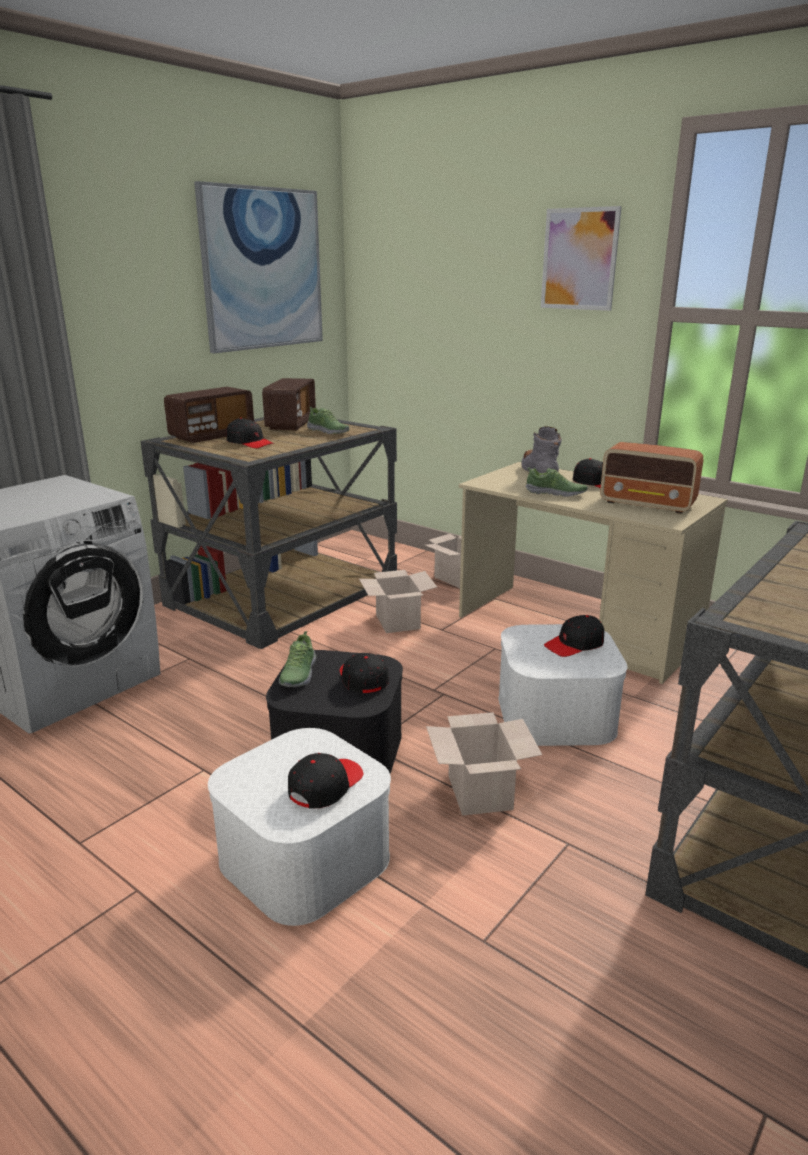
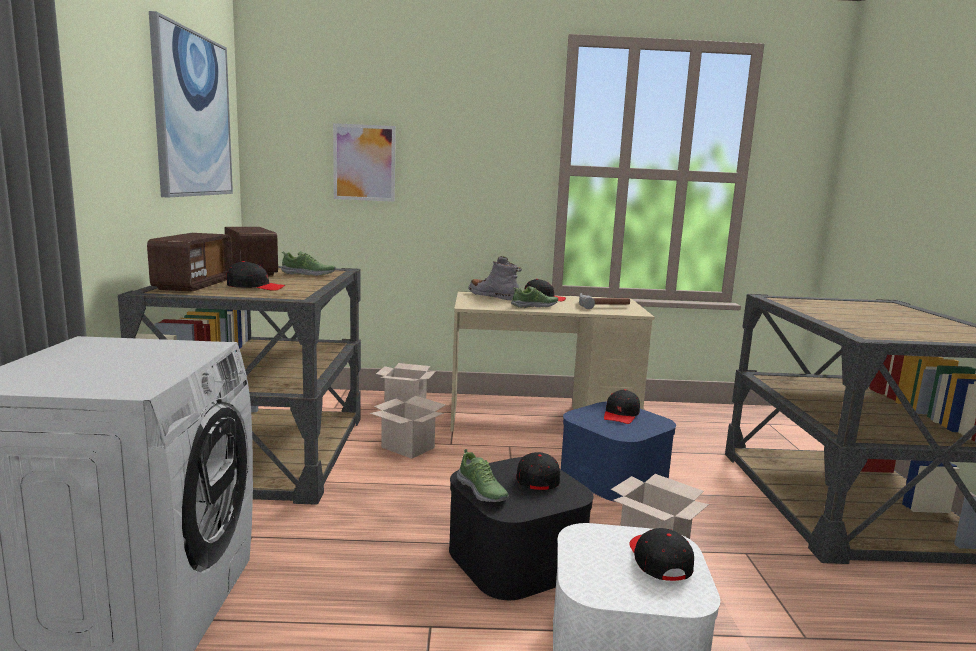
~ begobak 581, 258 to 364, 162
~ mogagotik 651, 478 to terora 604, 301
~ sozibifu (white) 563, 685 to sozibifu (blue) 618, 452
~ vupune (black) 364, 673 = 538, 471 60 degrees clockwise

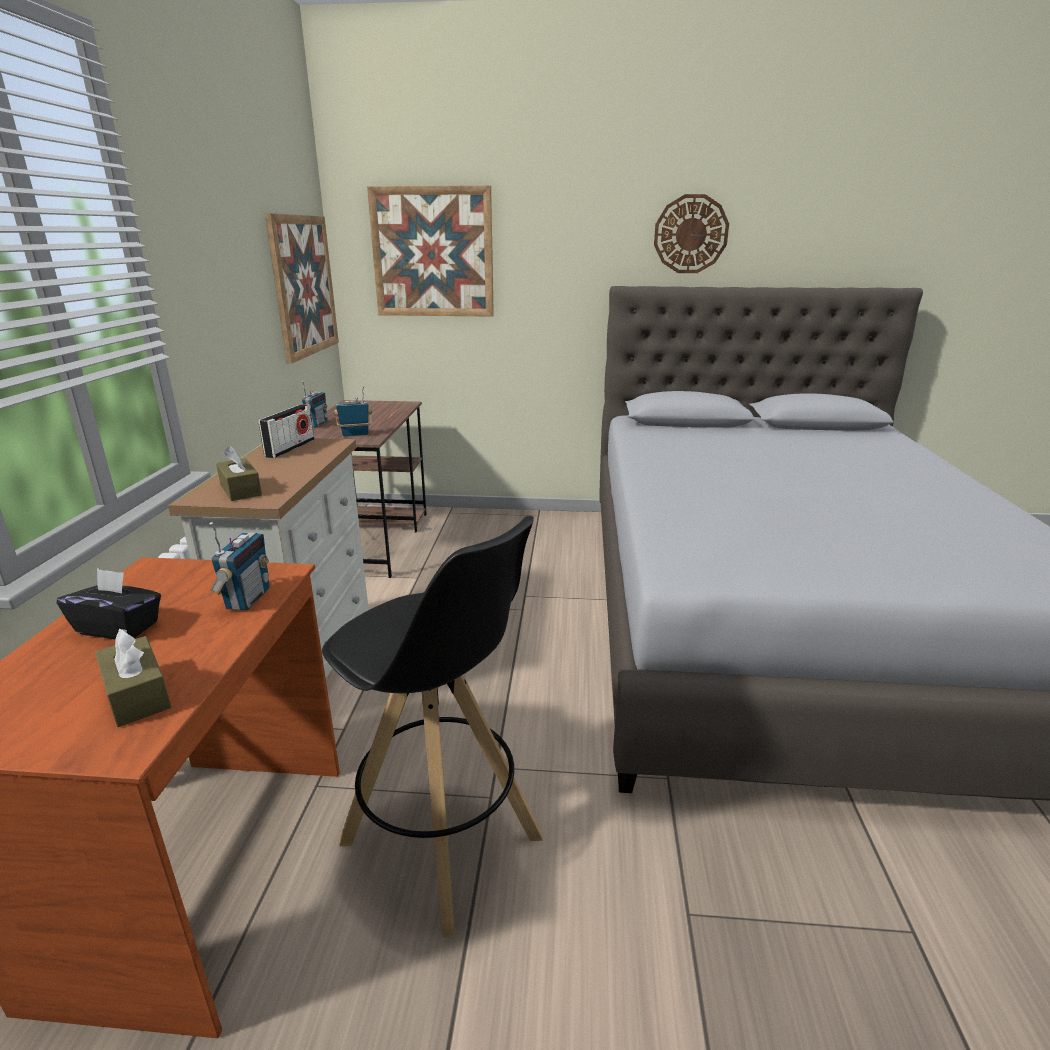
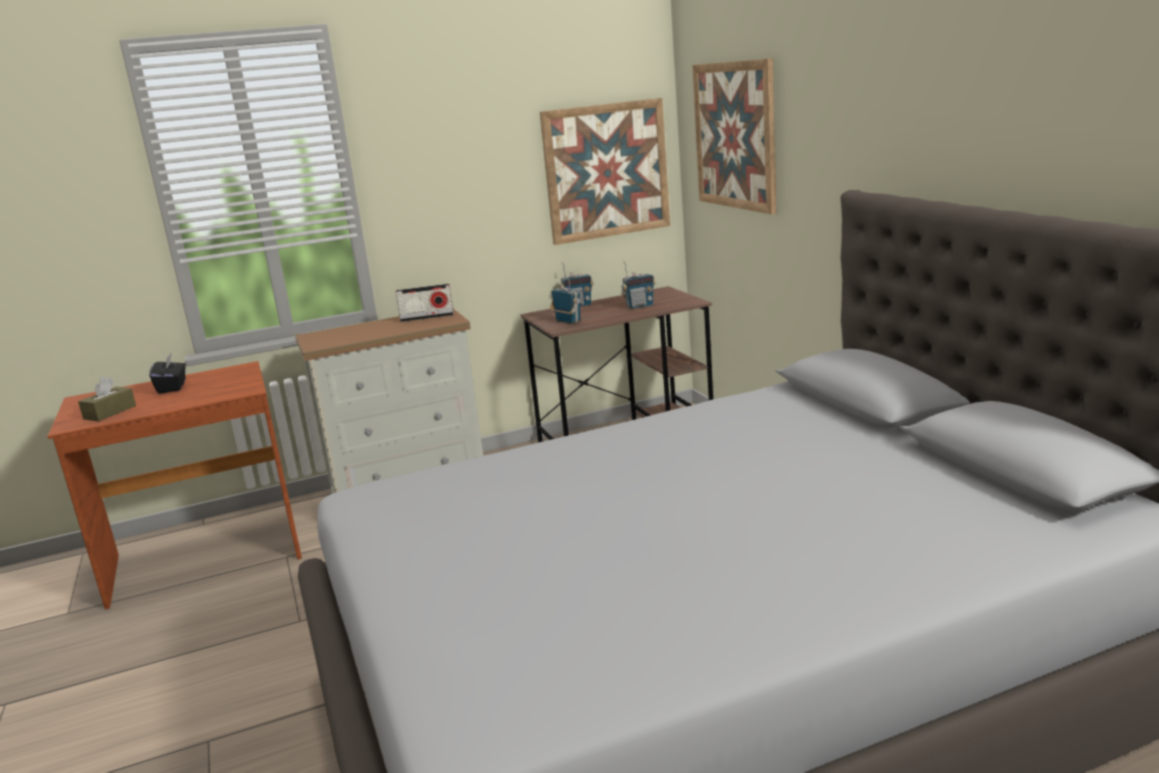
- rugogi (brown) 239, 473
- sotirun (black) 432, 726
- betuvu 691, 233
~ mogagotik 240, 566 to 638, 285

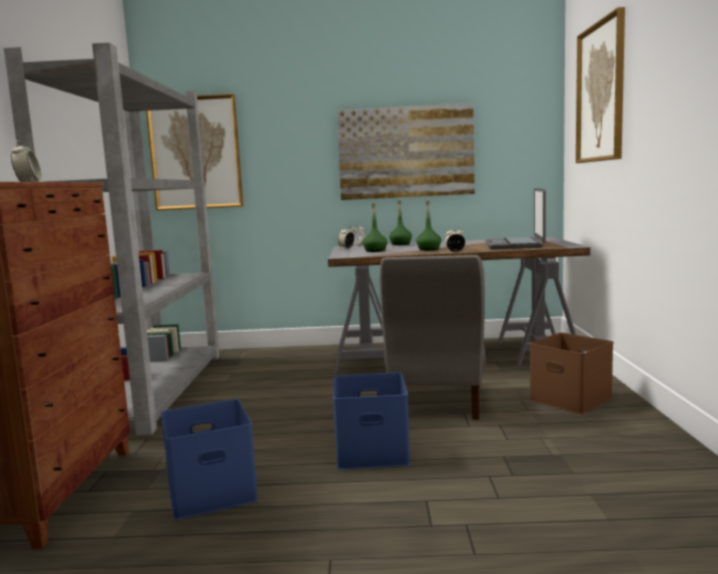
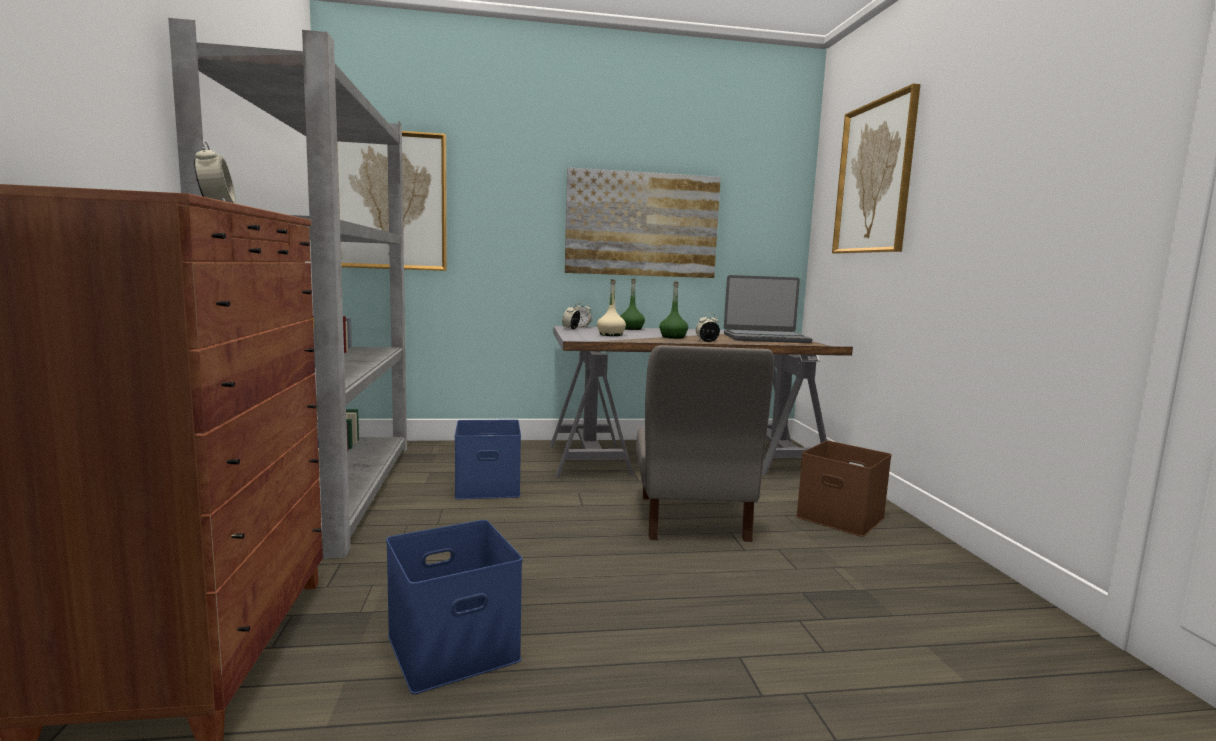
~ sozibifu (blue) 372, 420 to 488, 459
~ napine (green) 375, 227 to napine (beige) 611, 307
~ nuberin 516, 218 = 768, 309 90 degrees counterclockwise

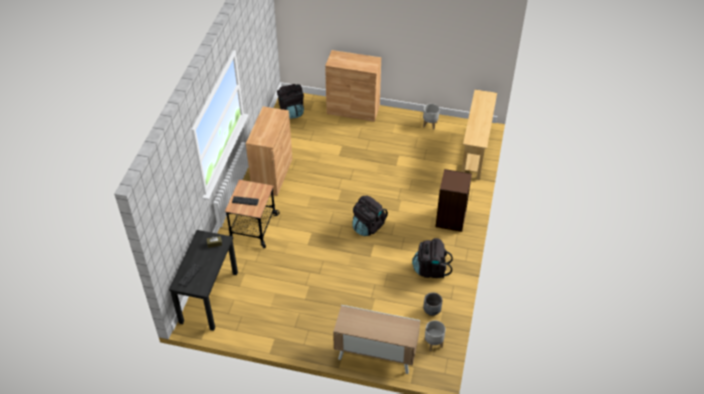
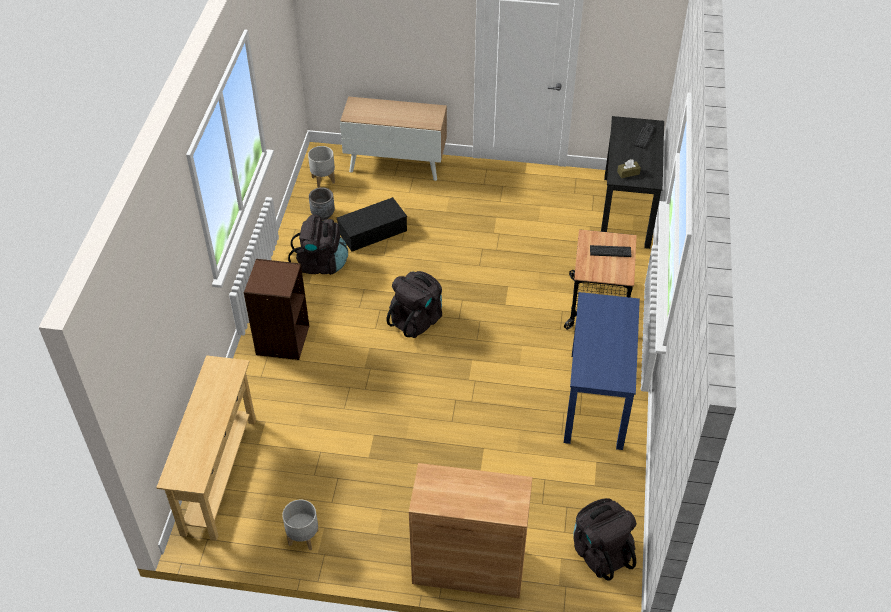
+ sozibifu (black) 372, 224
~ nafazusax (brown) 269, 151 to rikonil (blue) 602, 371

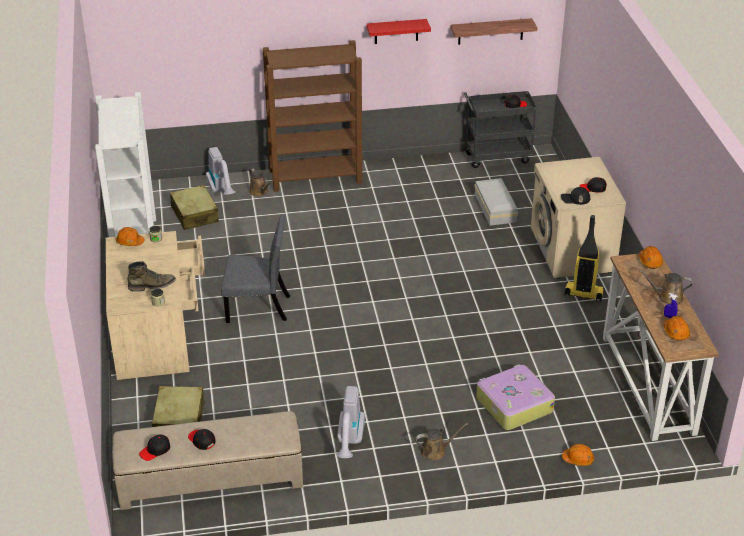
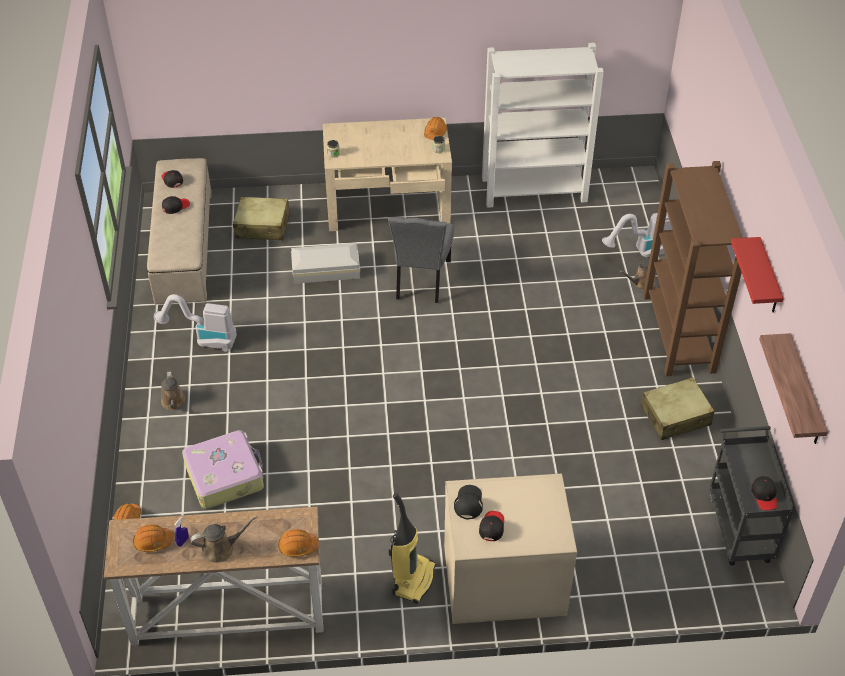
- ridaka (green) 152, 276
~ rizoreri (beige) 194, 207 to 678, 408
~ sozibifu (white) 496, 202 to 325, 263
~ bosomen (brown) 666, 287 = 224, 539 60 degrees clockwise

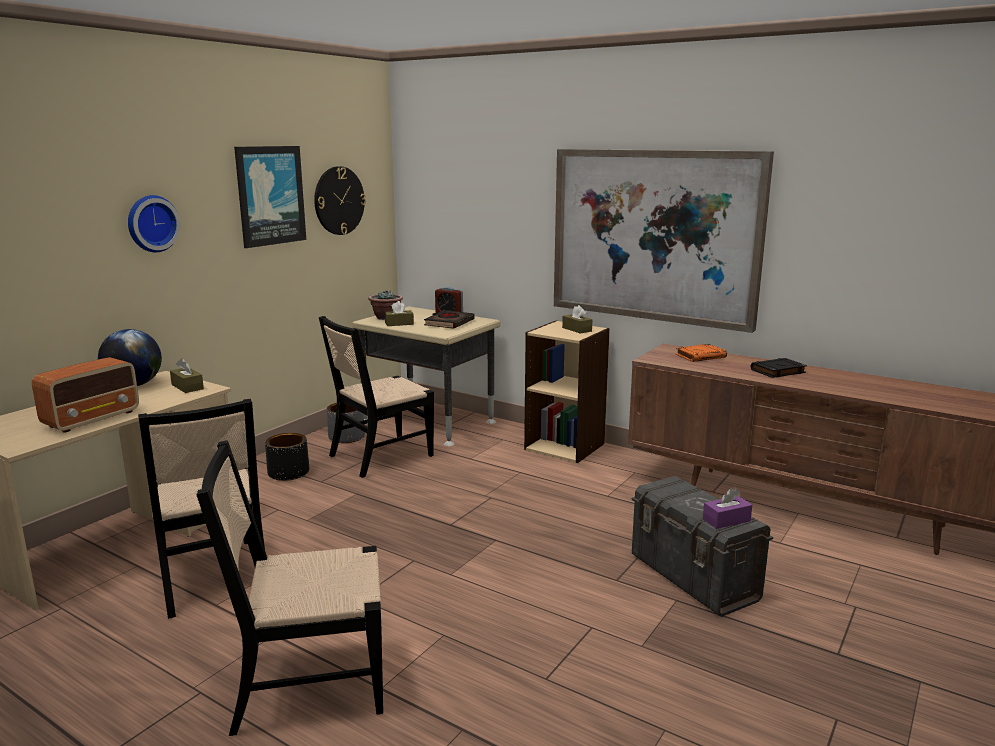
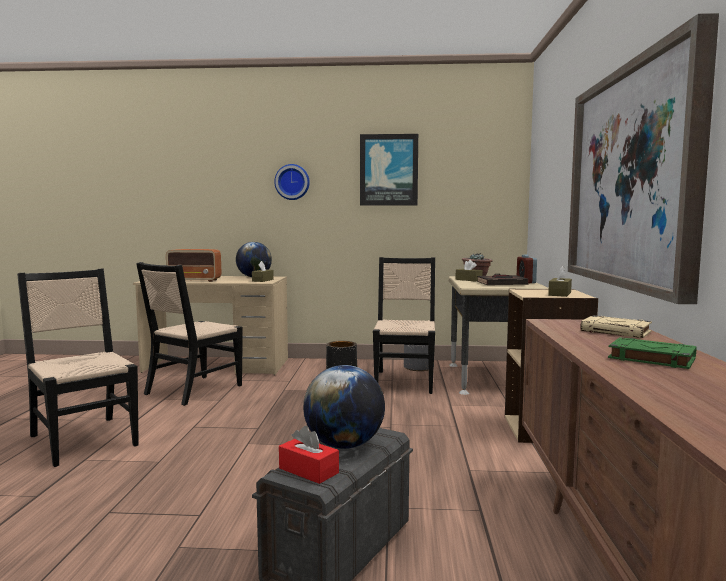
- betuvu 340, 200
+ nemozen 344, 407
~ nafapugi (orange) 701, 353 to nafapugi (beige) 616, 327
~ rugogi (purple) 727, 508 to rugogi (red) 309, 455
~ nafapugi (black) 779, 368 to nafapugi (green) 652, 353
~ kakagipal 376, 397 = 404, 325 75 degrees clockwise

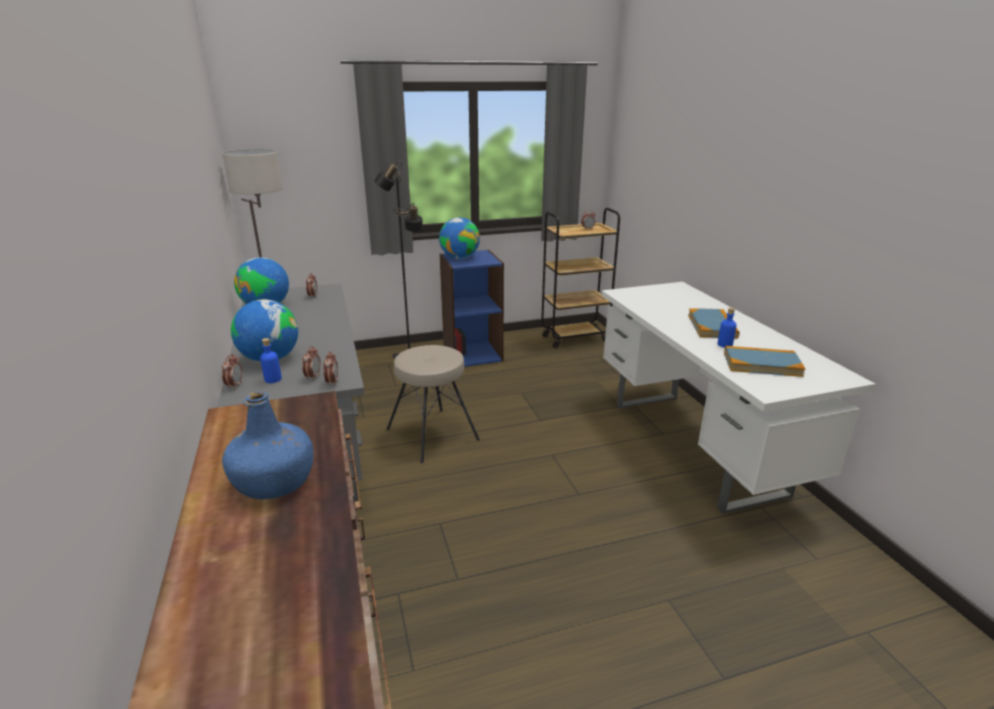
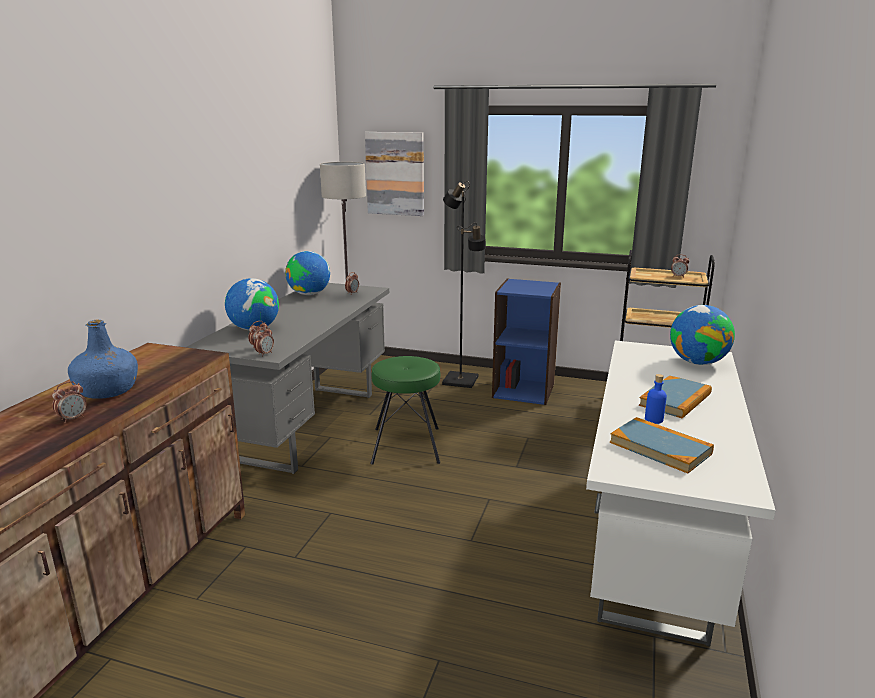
- napine (blue) 271, 360
+ begobak 394, 174
~ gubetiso 232, 371 to 69, 402
~ nemozen 459, 238 to 702, 335
~ sotirun (beige) 433, 404 to sotirun (green) 405, 410

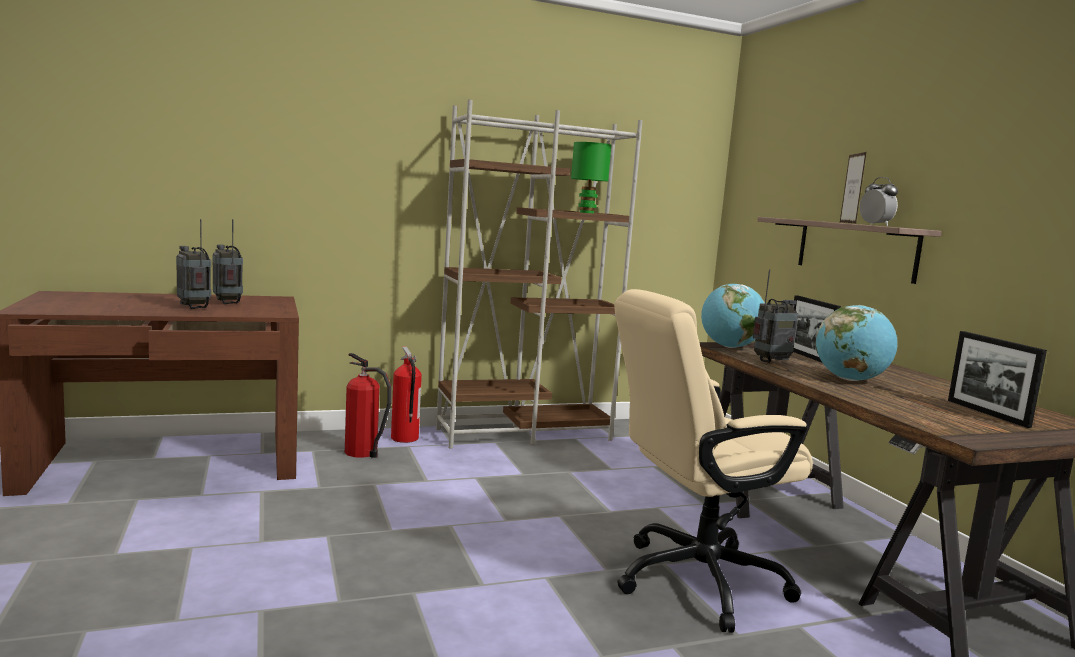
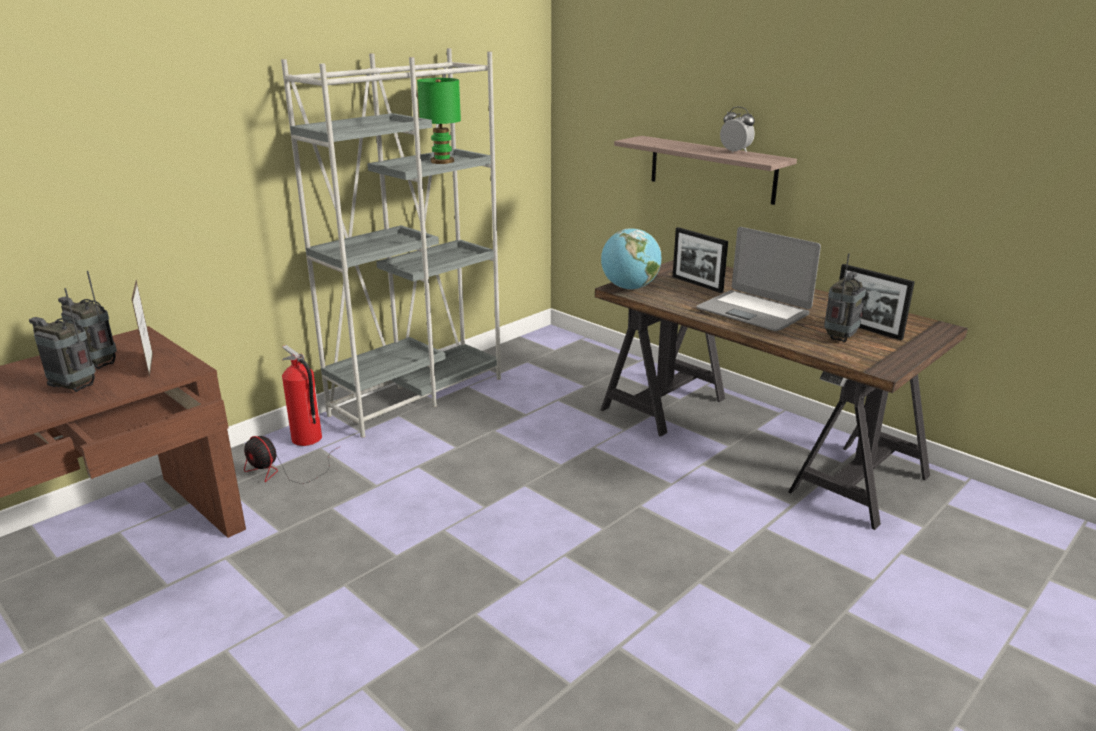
- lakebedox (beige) 713, 461
~ mogagotik 775, 316 to 845, 297
~ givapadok 853, 188 to 142, 329
~ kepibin 368, 405 to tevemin 292, 460
~ nemozen 857, 343 to nuberin 759, 279
~ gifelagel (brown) 539, 274 to gifelagel (grey) 391, 243

